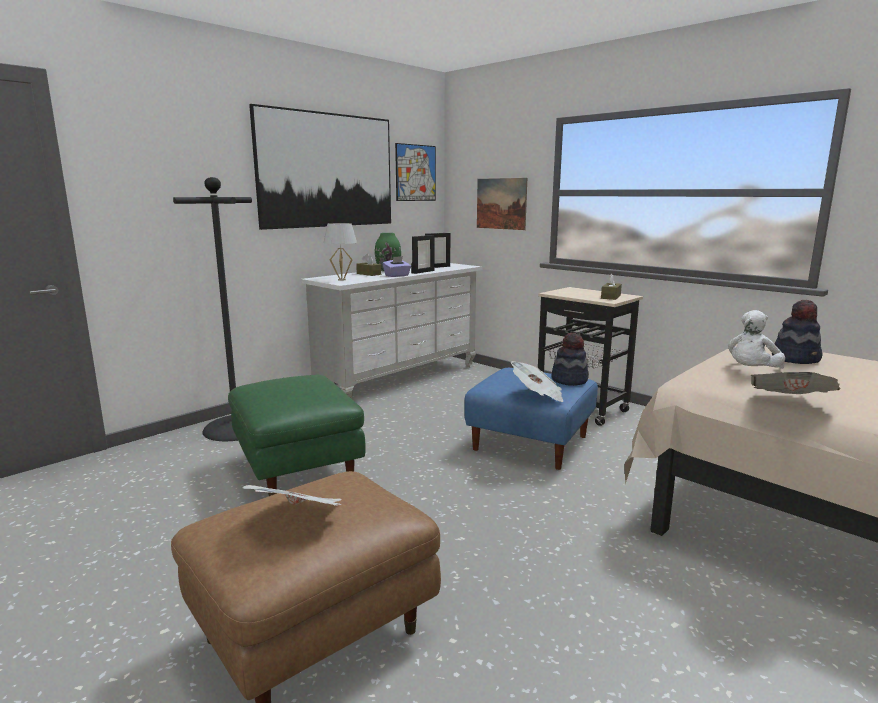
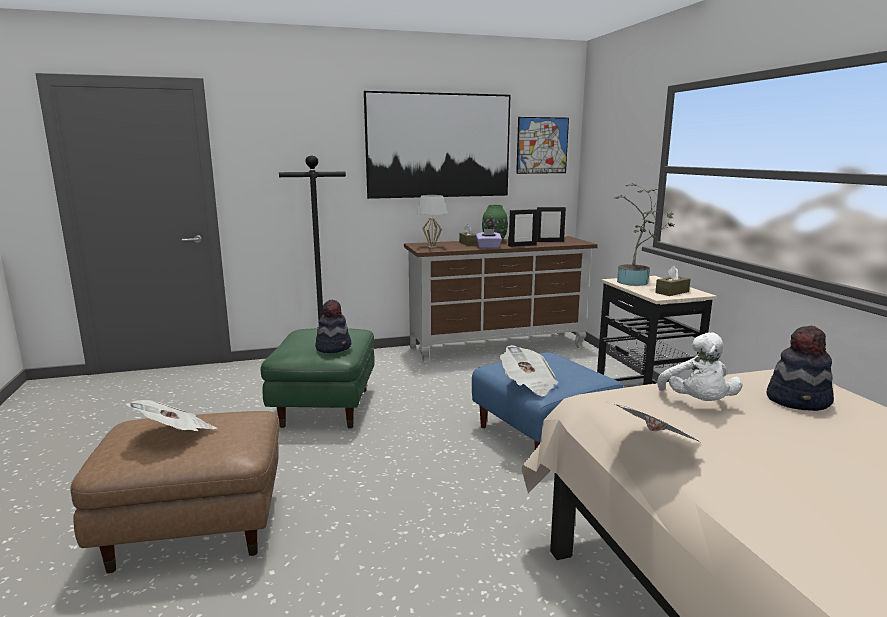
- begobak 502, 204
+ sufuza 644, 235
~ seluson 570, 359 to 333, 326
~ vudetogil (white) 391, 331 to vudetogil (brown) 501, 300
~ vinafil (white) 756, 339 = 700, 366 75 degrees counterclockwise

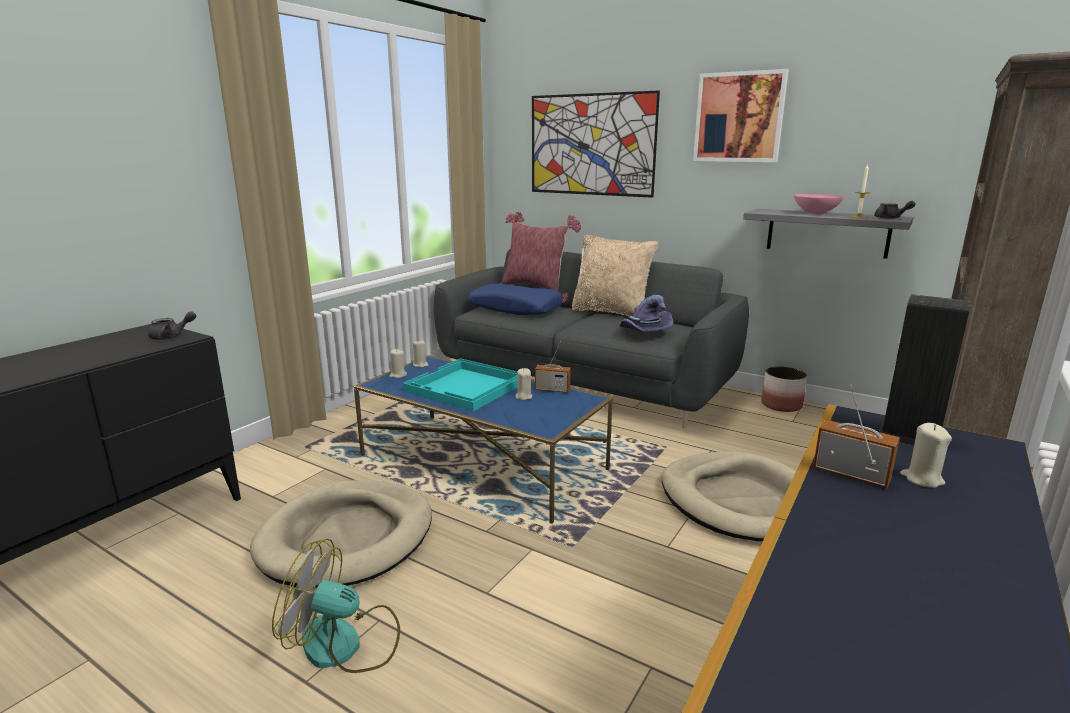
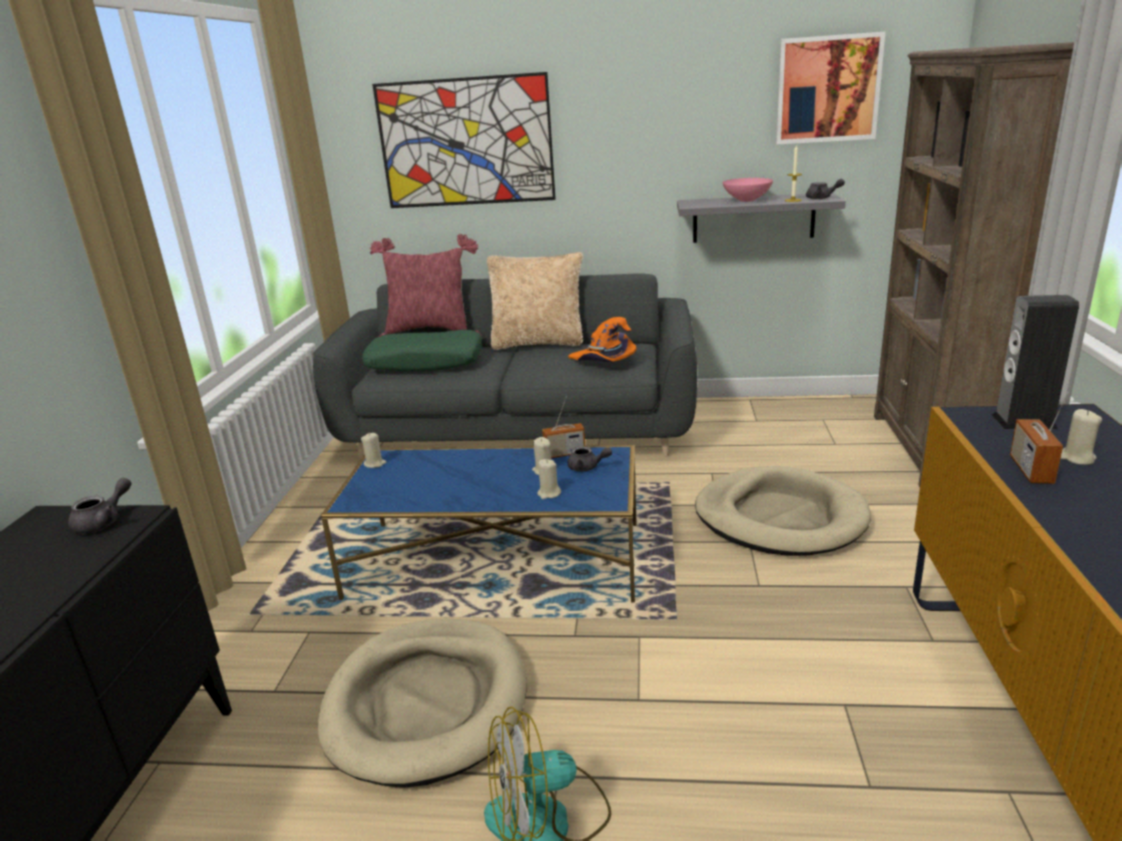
- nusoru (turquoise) 460, 384
- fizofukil 784, 389
+ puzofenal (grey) 590, 458
~ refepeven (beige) 398, 363 to 549, 479
~ begobak 741, 115 to 831, 87
~ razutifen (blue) 515, 299 to razutifen (green) 422, 350
~ seluson (purple) 646, 313 to seluson (orange) 602, 339
~ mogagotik 856, 436 = 1039, 438 90 degrees counterclockwise

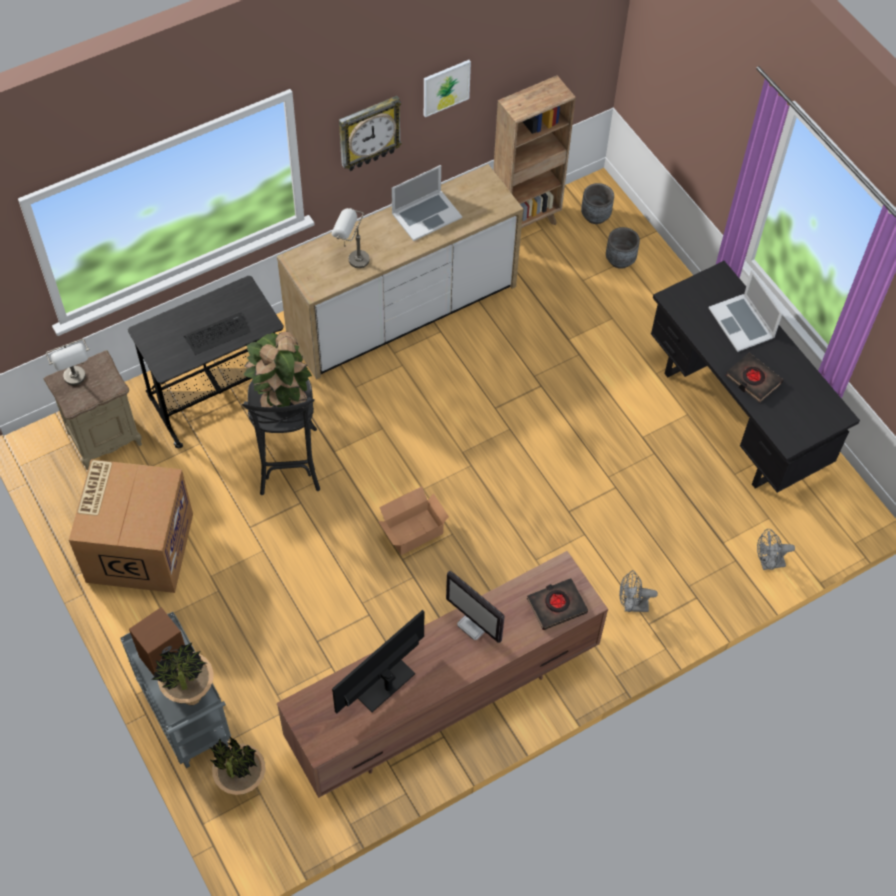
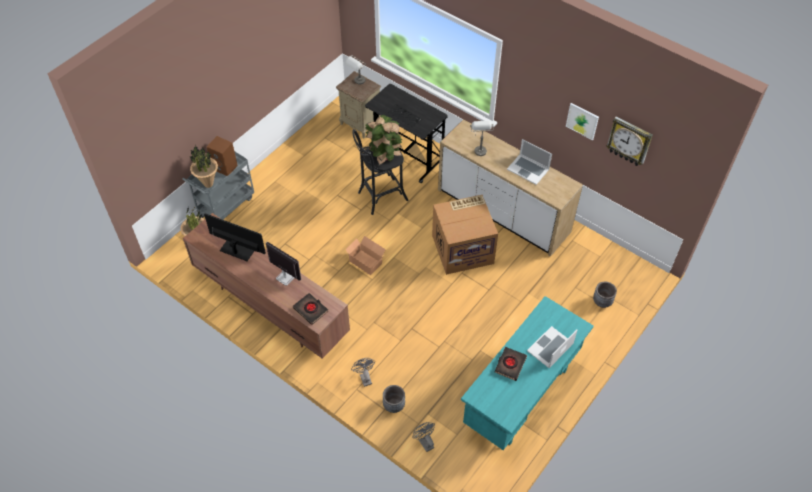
- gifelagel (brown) 534, 152
~ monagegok 131, 526 to 465, 235
~ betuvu 370, 133 to 629, 141
~ fizofukil (grey) 597, 203 to 394, 399
~ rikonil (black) 755, 377 to rikonil (turquoise) 527, 373
~ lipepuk 475, 607 = 283, 264 105 degrees clockwise

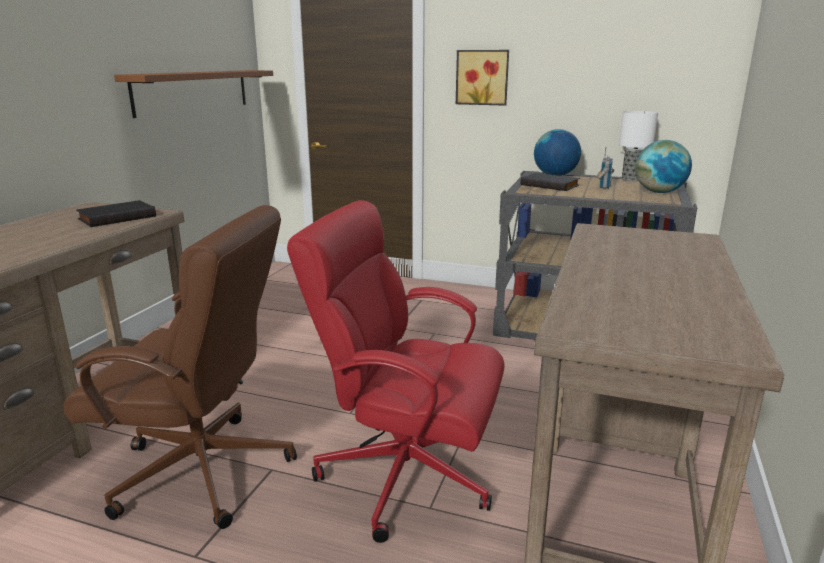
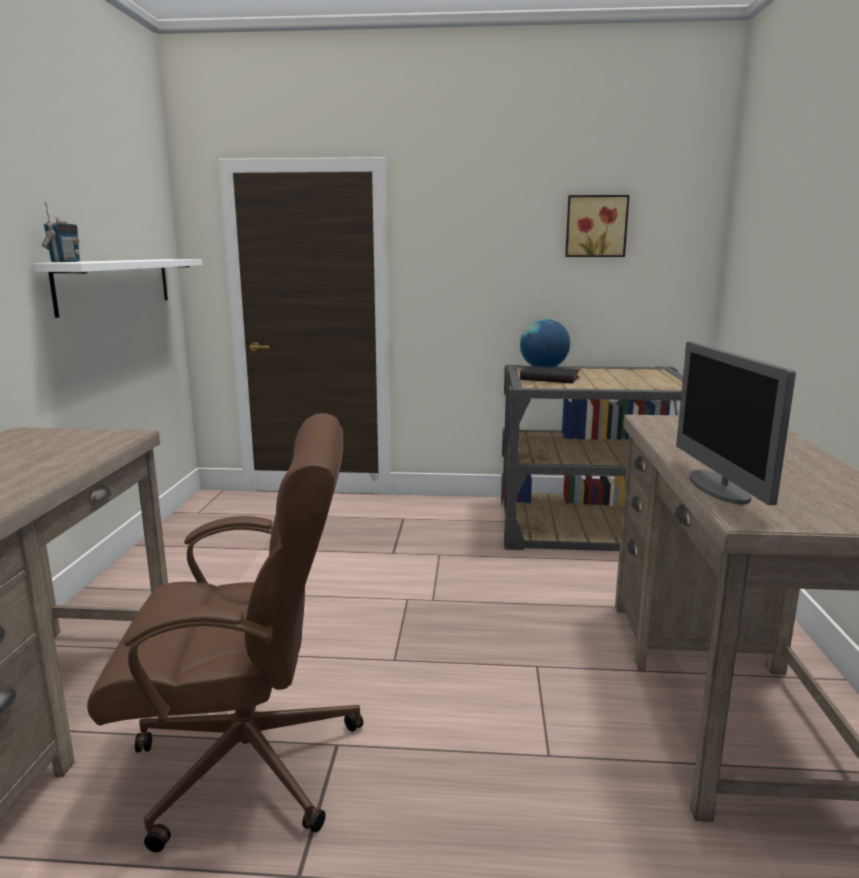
- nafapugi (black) 116, 213
- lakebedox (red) 396, 371
- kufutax 638, 146
- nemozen 663, 166
+ lipepuk 736, 423
~ begobak 482, 78 to 597, 226
~ mogagotik 605, 167 to 61, 231
~ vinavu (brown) 193, 94 to vinavu (white) 118, 288

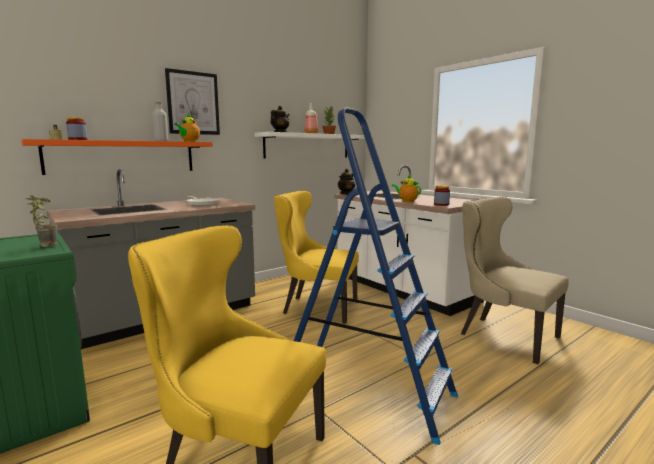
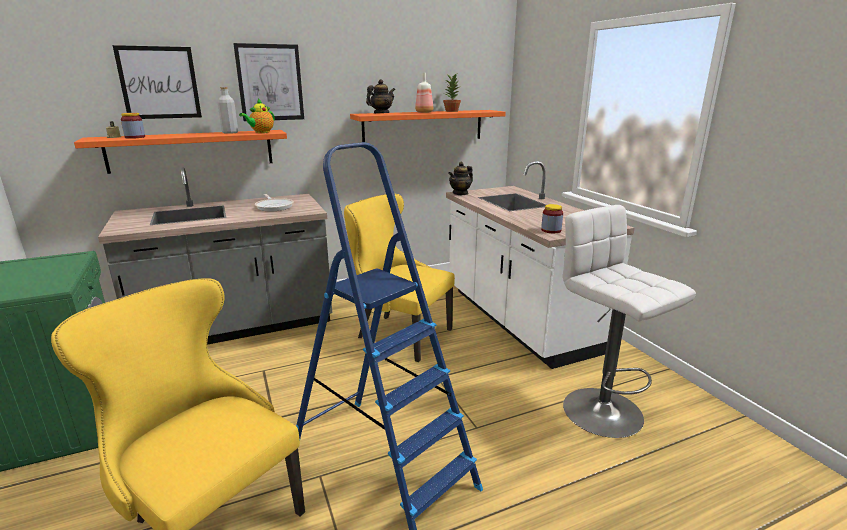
- sufuza 41, 221
- puzofenal 406, 188
+ begobak 157, 82
~ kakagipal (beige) 515, 280 to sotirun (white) 629, 321
~ vinavu (white) 310, 145 to vinavu (orange) 428, 126

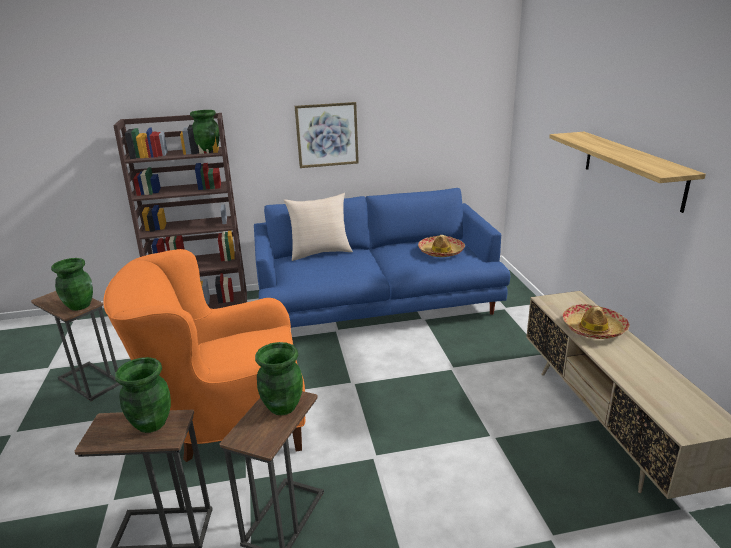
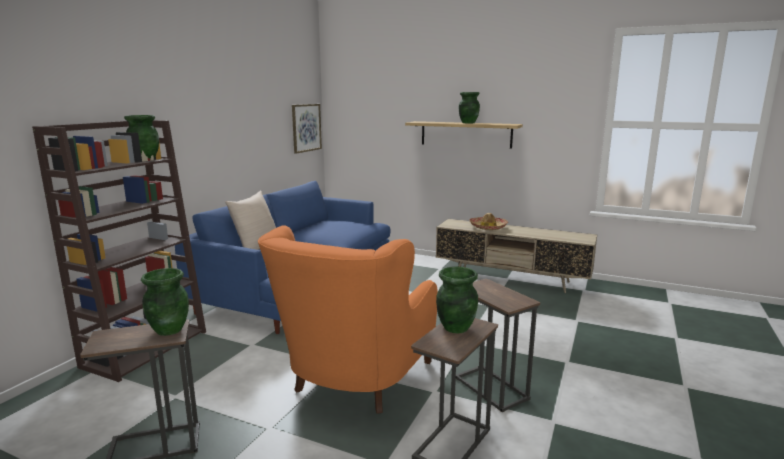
- seluson 441, 246
~ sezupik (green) 279, 378 to 469, 107
~ begobak 327, 135 to 307, 129

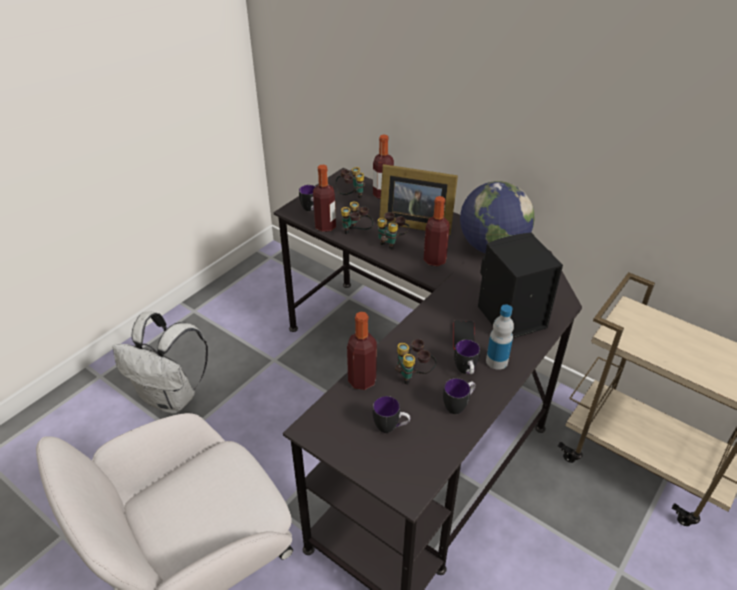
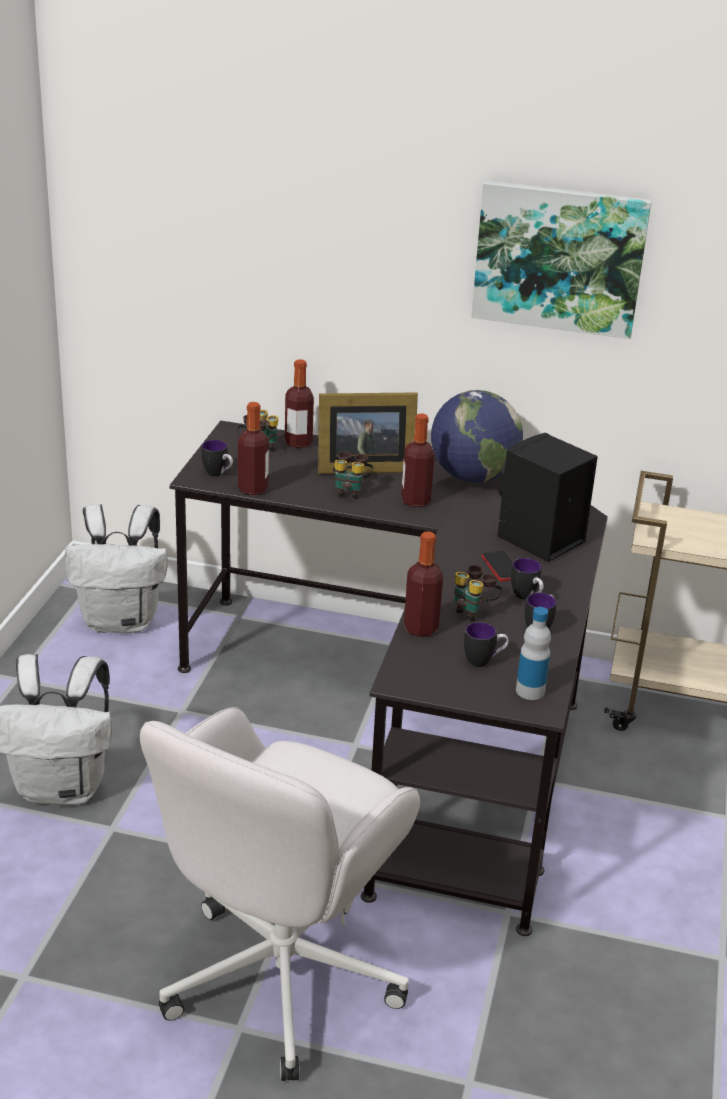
- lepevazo 357, 218
+ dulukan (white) 116, 568
+ begobak 561, 259
~ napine 500, 337 to 533, 653

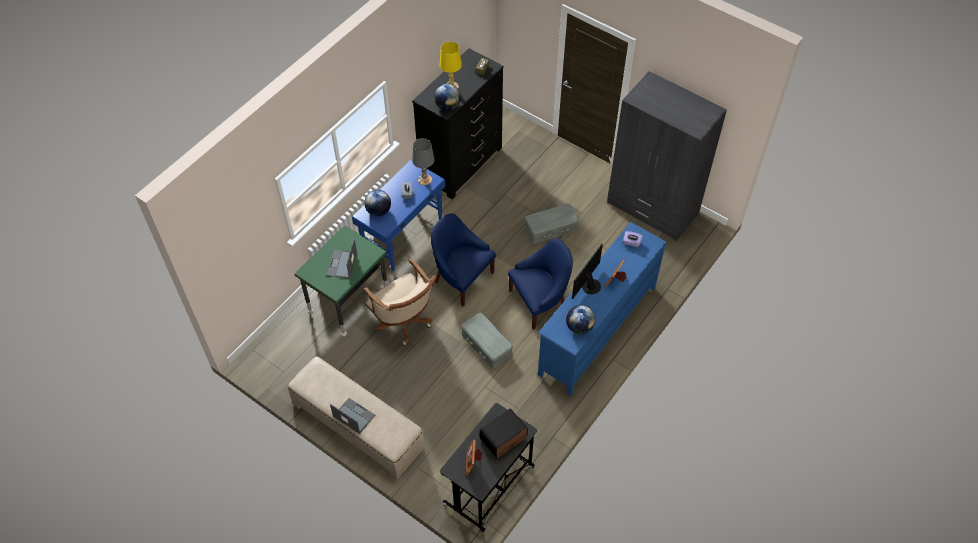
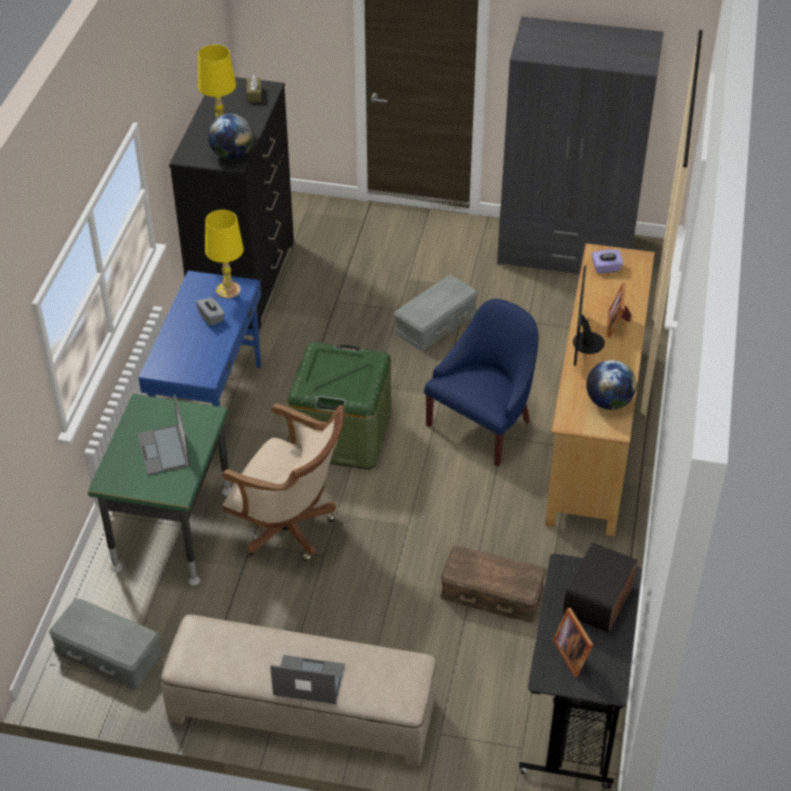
- nemozen 377, 203
+ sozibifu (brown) 493, 584
~ sozibifu (grey) 487, 340 to 105, 643
~ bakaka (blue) 463, 260 to sozibifu (green) 339, 405
~ kufutax (grey) 423, 161 to kufutax (yellow) 224, 254
~ vudetogil (blue) 602, 309 to vudetogil (brown) 600, 390

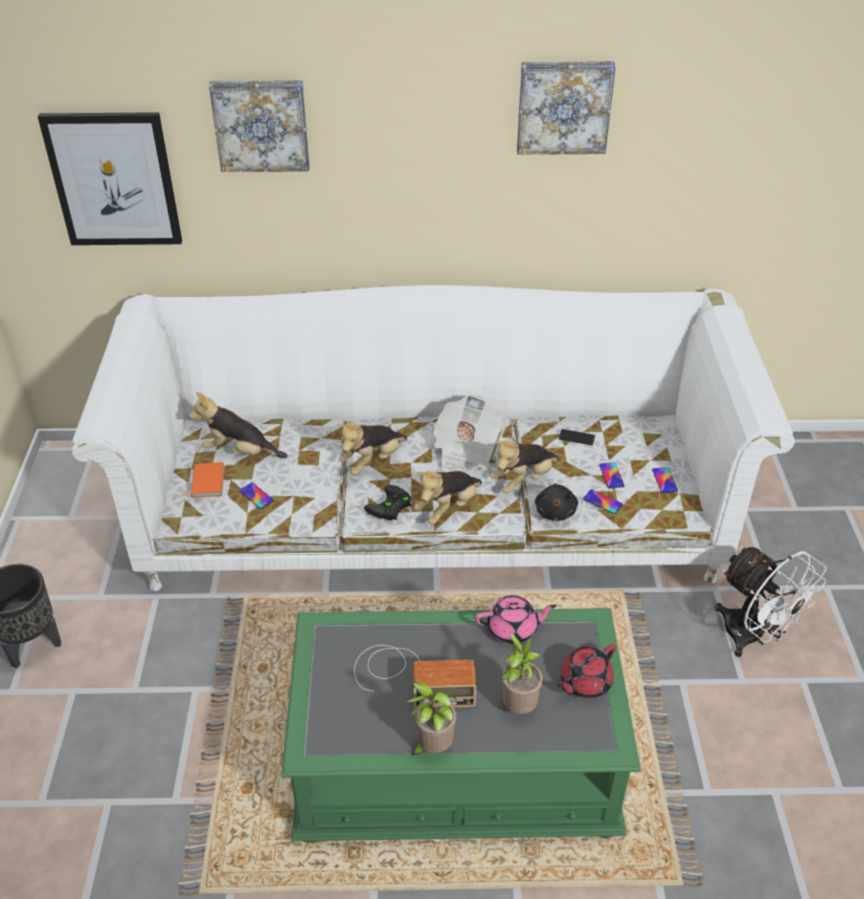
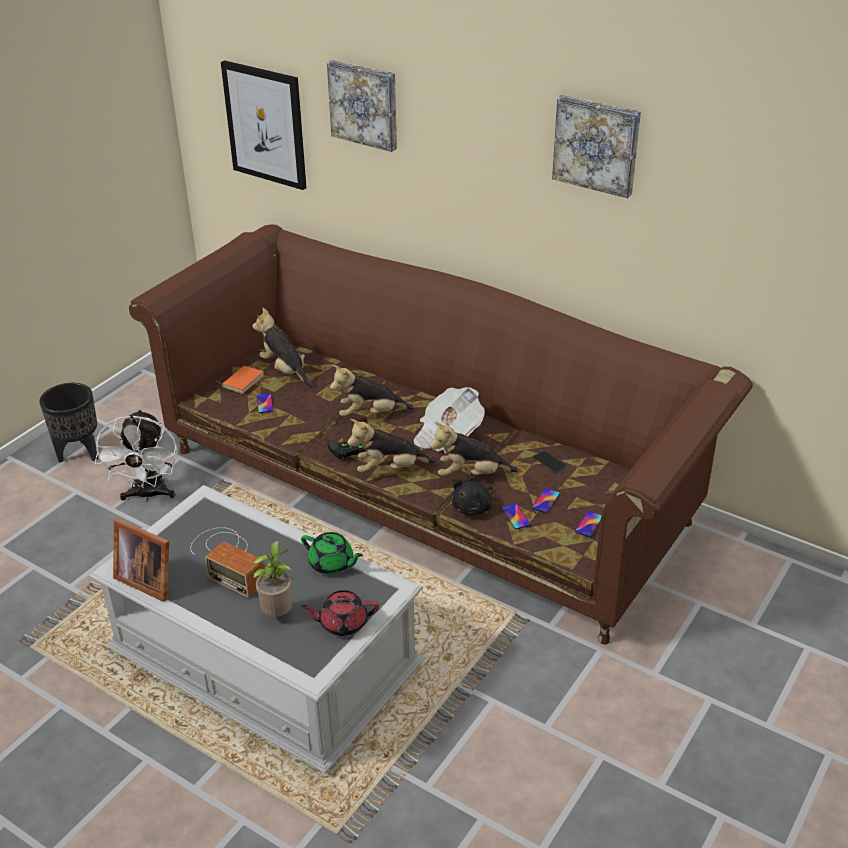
- sufuza 431, 719
+ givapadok 141, 560
~ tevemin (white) 770, 601 to 136, 455
~ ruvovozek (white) 432, 438 to ruvovozek (brown) 441, 434
~ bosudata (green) 461, 725 to bosudata (white) 257, 629
~ puzofenal (pink) 515, 619 to puzofenal (green) 332, 553

